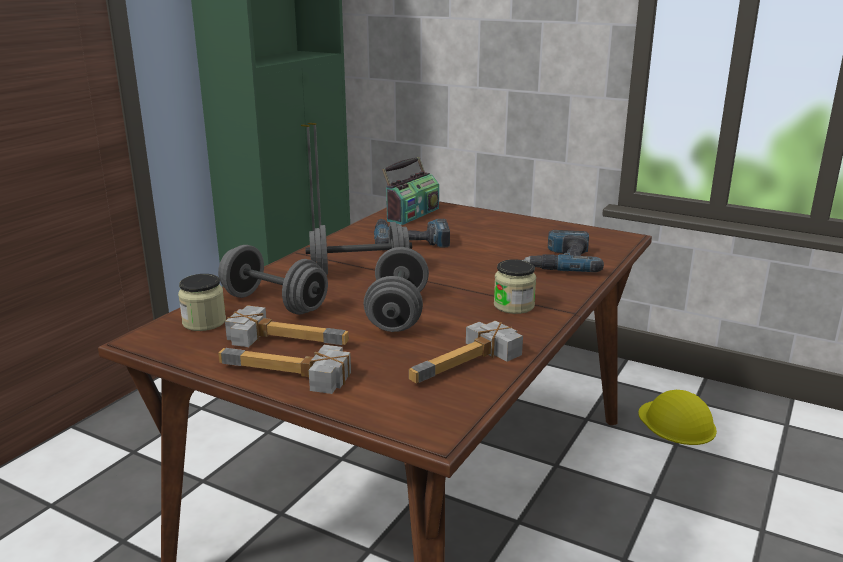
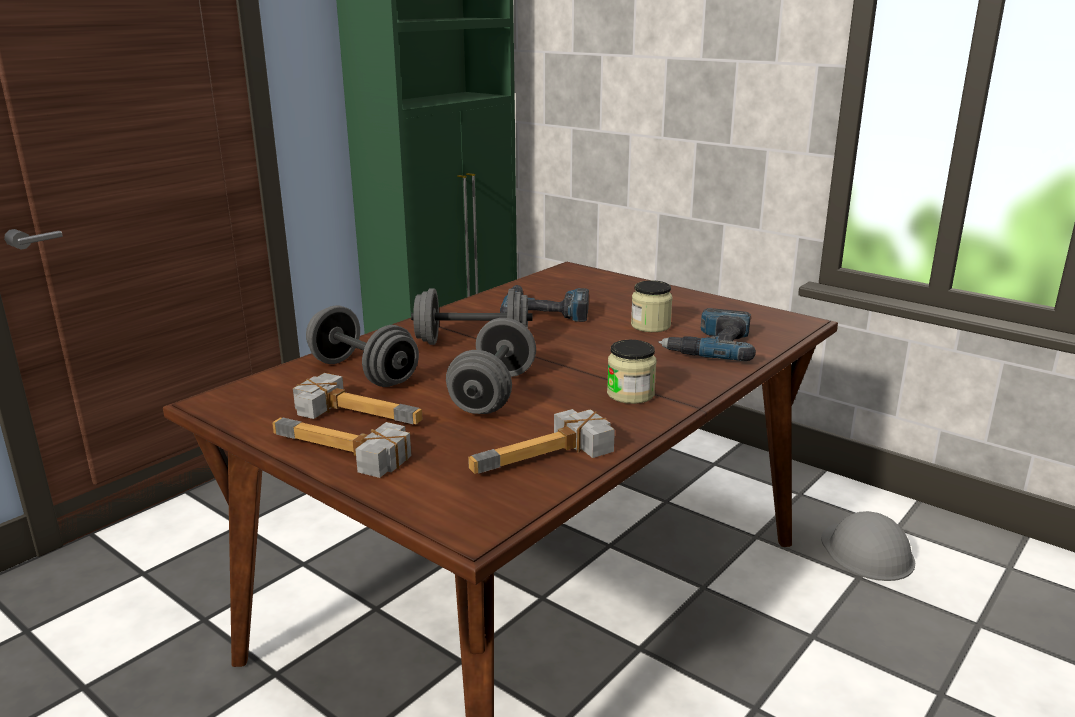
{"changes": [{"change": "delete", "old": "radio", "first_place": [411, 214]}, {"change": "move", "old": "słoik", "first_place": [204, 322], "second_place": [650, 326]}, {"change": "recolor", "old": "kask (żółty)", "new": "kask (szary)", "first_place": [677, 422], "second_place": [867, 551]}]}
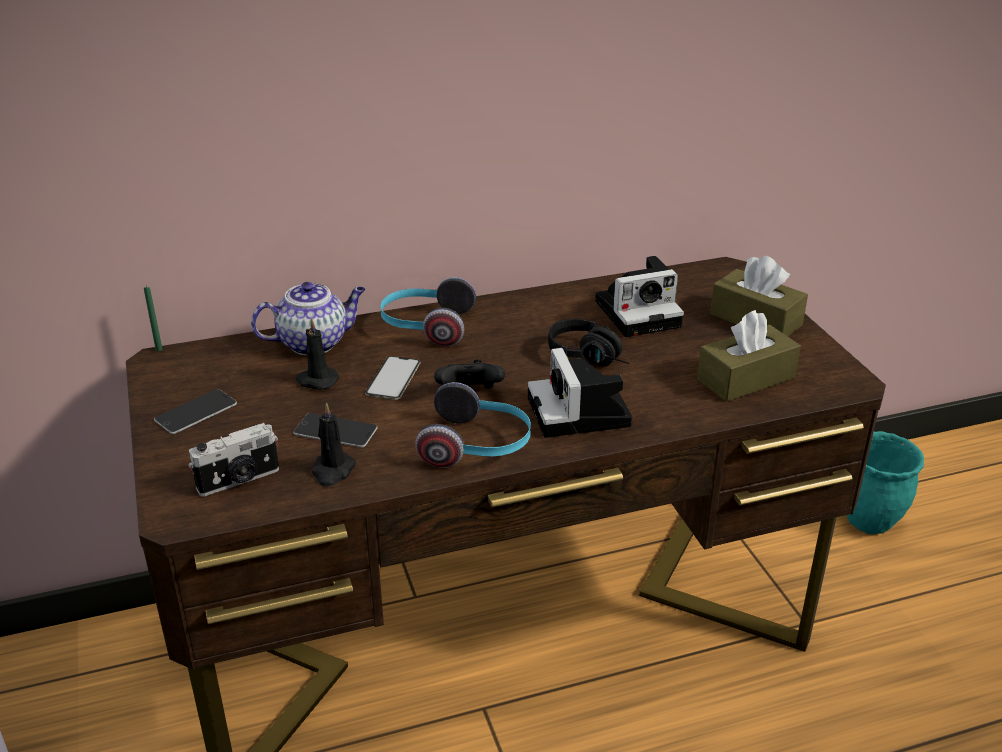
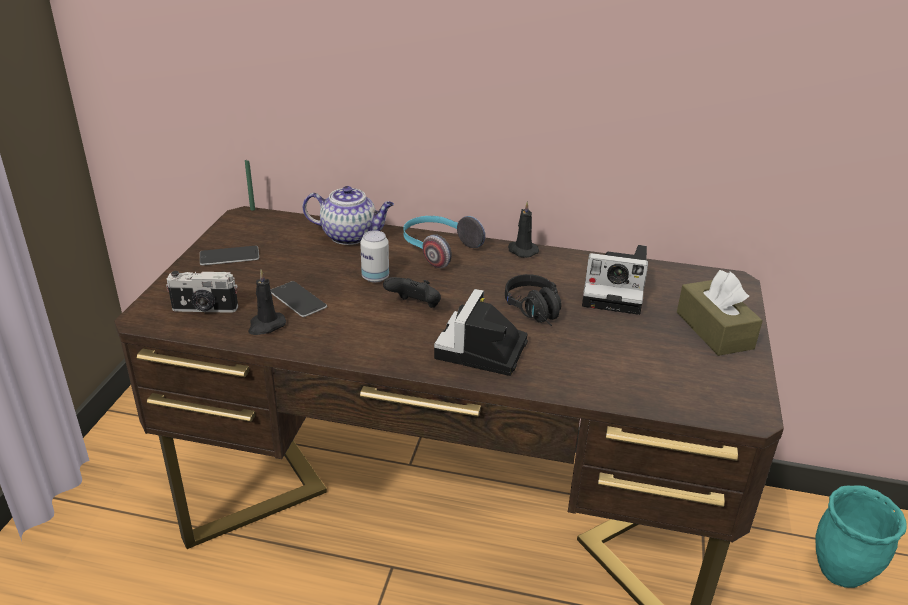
{"changes": [{"change": "delete", "old": "słuchawki", "first_place": [477, 446]}, {"change": "delete", "old": "pudełko chusteczek (brązowy)", "first_place": [746, 378]}, {"change": "move", "old": "świeca (czarny)", "first_place": [316, 380], "second_place": [521, 250]}, {"change": "replace", "old": "telefon", "new": "puszka", "first_place": [393, 378], "second_place": [375, 277]}]}
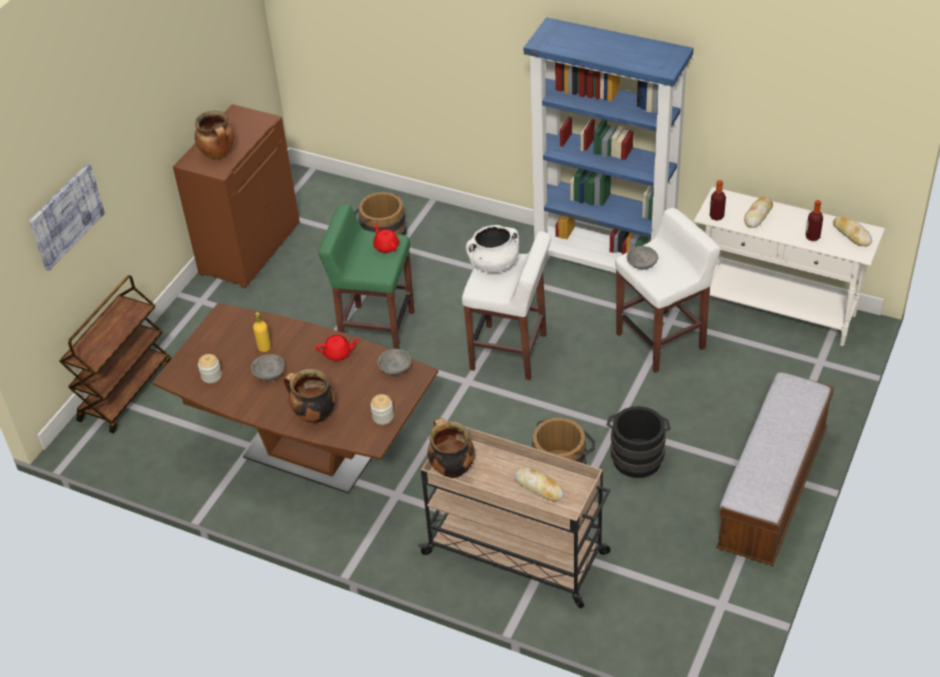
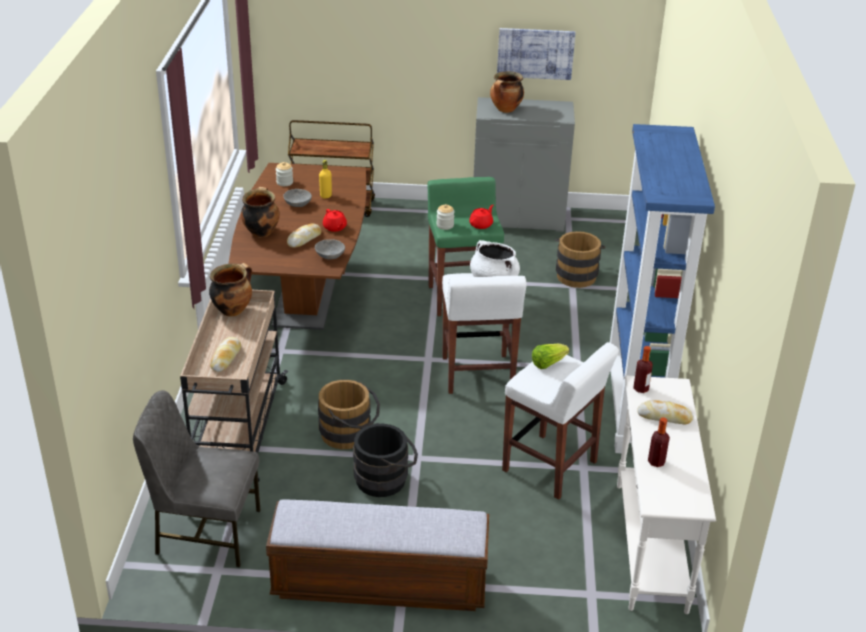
{"changes": [{"change": "insert", "new": "krzesło (szary)", "second_place": [206, 532]}, {"change": "move", "old": "obraz", "first_place": [66, 216], "second_place": [535, 53]}, {"change": "move", "old": "słoik", "first_place": [383, 417], "second_place": [445, 225]}, {"change": "move", "old": "chleb", "first_place": [851, 234], "second_place": [304, 239]}, {"change": "replace", "old": "miska (szary)", "new": "sałata", "first_place": [641, 265], "second_place": [548, 363]}, {"change": "recolor", "old": "szafka (brązowy)", "new": "szafka (szary)", "first_place": [249, 248], "second_place": [518, 217]}]}
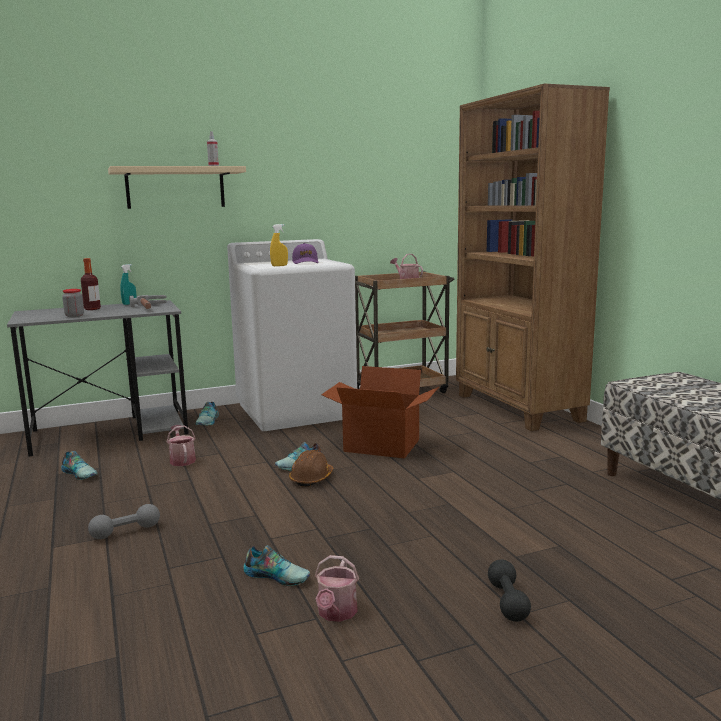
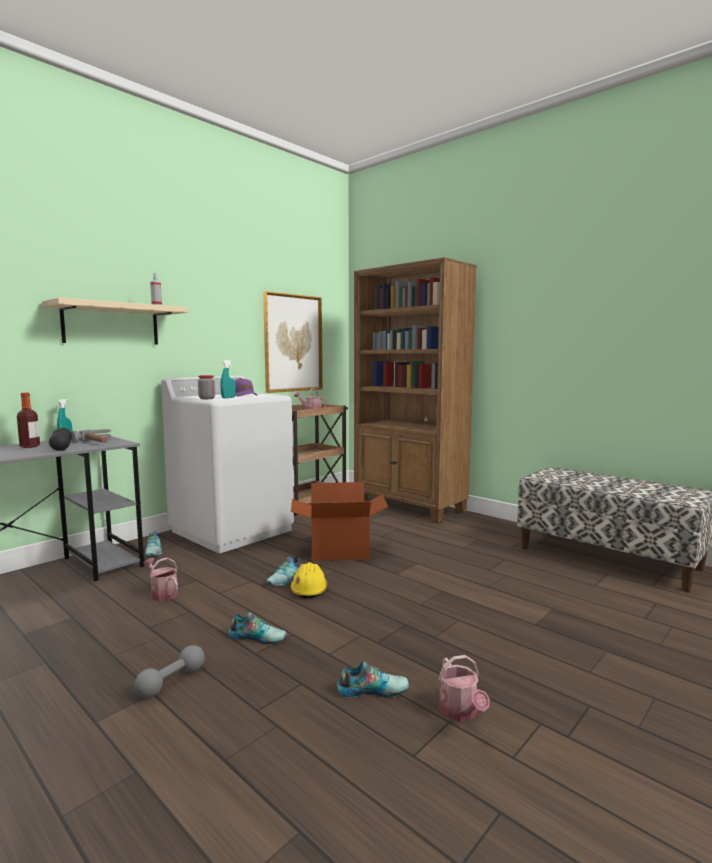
{"changes": [{"change": "insert", "new": "obraz", "second_place": [293, 343]}, {"change": "move", "old": "but", "first_place": [80, 473], "second_place": [258, 637]}, {"change": "move", "old": "słoik", "first_place": [74, 316], "second_place": [207, 398]}, {"change": "move", "old": "hantel (czarny)", "first_place": [507, 602], "second_place": [61, 447]}, {"change": "recolor", "old": "spryskiwacz (żółty)", "new": "spryskiwacz (turkusowy)", "first_place": [279, 266], "second_place": [228, 398]}, {"change": "recolor", "old": "kask (brązowy)", "new": "kask (żółty)", "first_place": [311, 478], "second_place": [309, 589]}]}
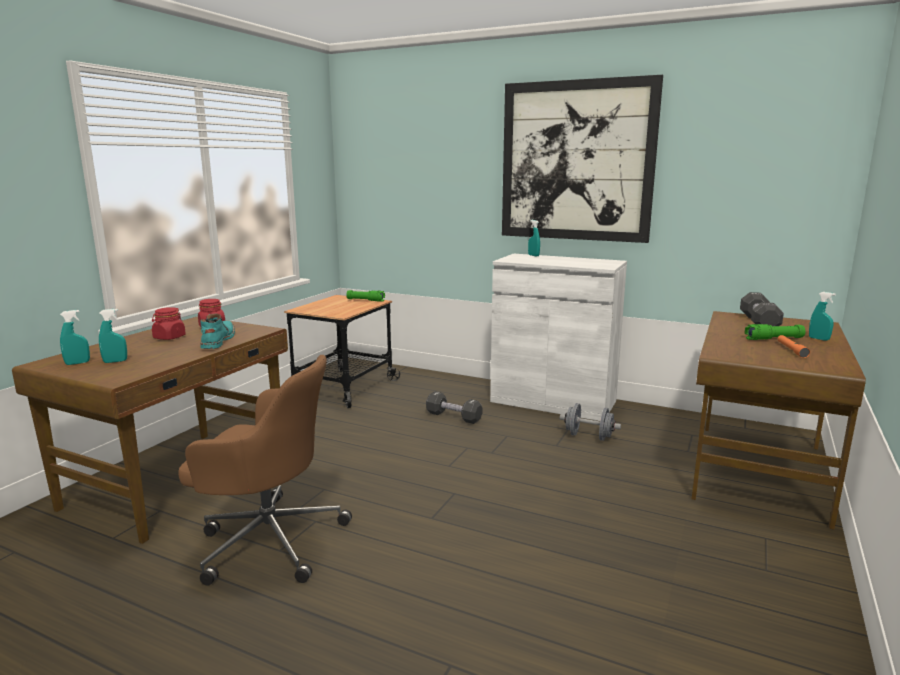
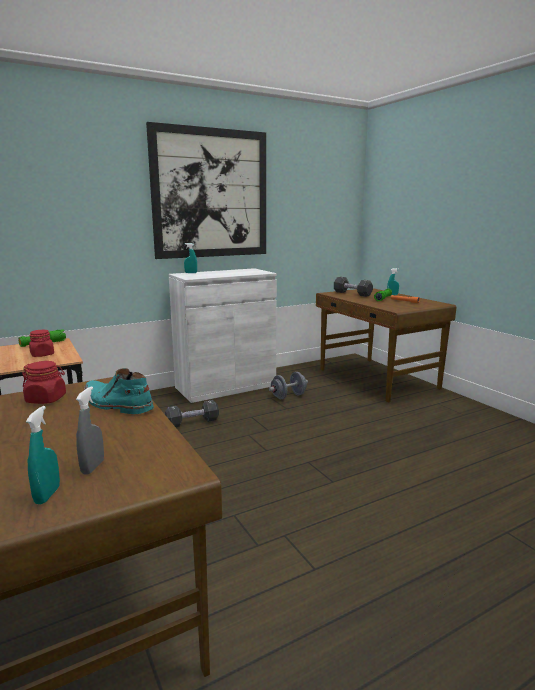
{"changes": [{"change": "delete", "old": "krzesło biurowe (brązowy)", "first_place": [269, 539]}, {"change": "move", "old": "słoik (czerwony)", "first_place": [169, 337], "second_place": [42, 354]}, {"change": "recolor", "old": "spryskiwacz (turkusowy)", "new": "spryskiwacz (szary)", "first_place": [115, 361], "second_place": [92, 467]}]}
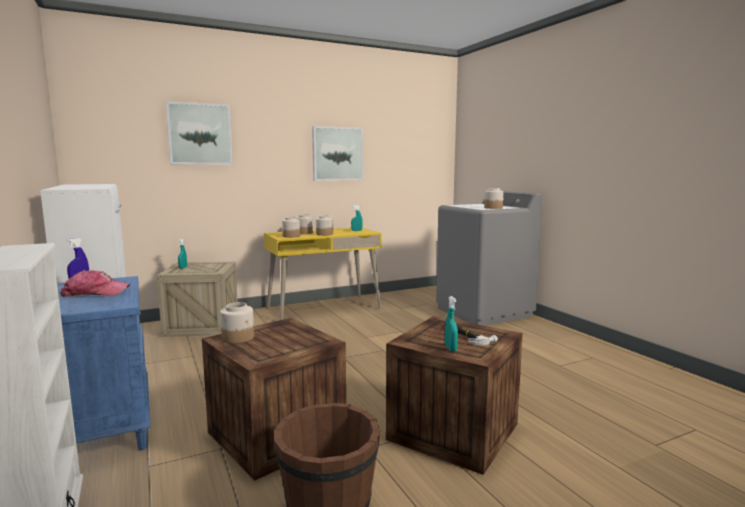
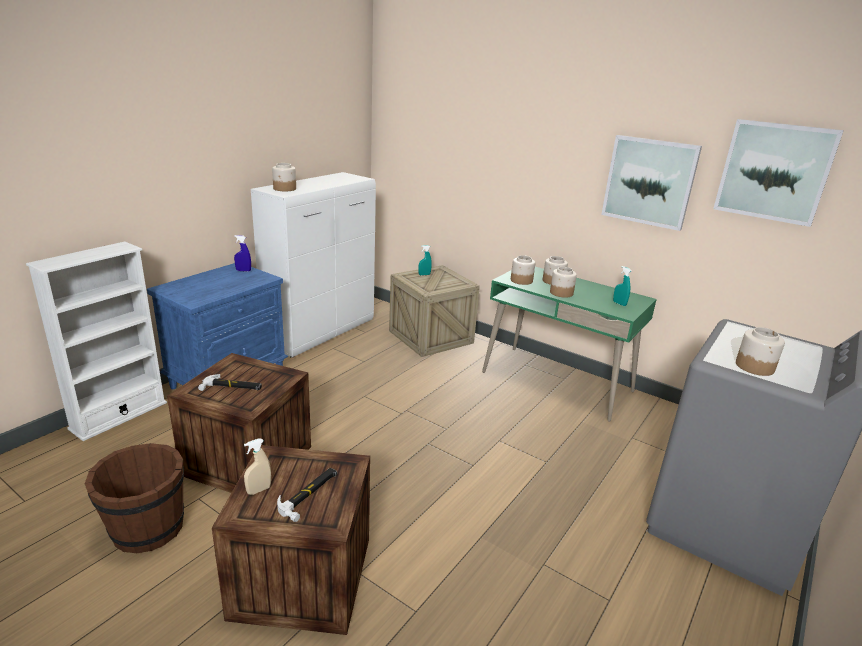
{"changes": [{"change": "delete", "old": "czapka z daszkiem", "first_place": [95, 293]}, {"change": "insert", "new": "młotek", "second_place": [232, 387]}, {"change": "move", "old": "obraz", "first_place": [200, 134], "second_place": [774, 171]}, {"change": "move", "old": "słoik", "first_place": [238, 338], "second_place": [285, 189]}, {"change": "recolor", "old": "biurko (żółty)", "new": "biurko (zielony)", "first_place": [324, 308], "second_place": [557, 382]}, {"change": "recolor", "old": "spryskiwacz (turkusowy)", "new": "spryskiwacz (beżowy)", "first_place": [450, 348], "second_place": [259, 490]}]}
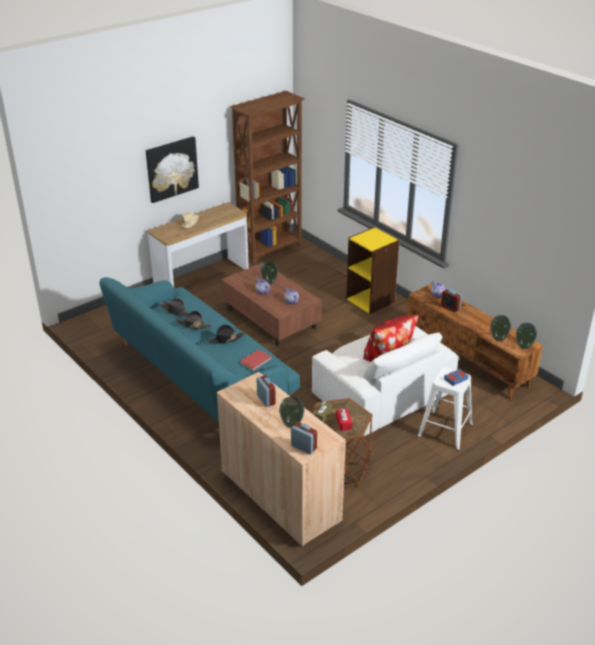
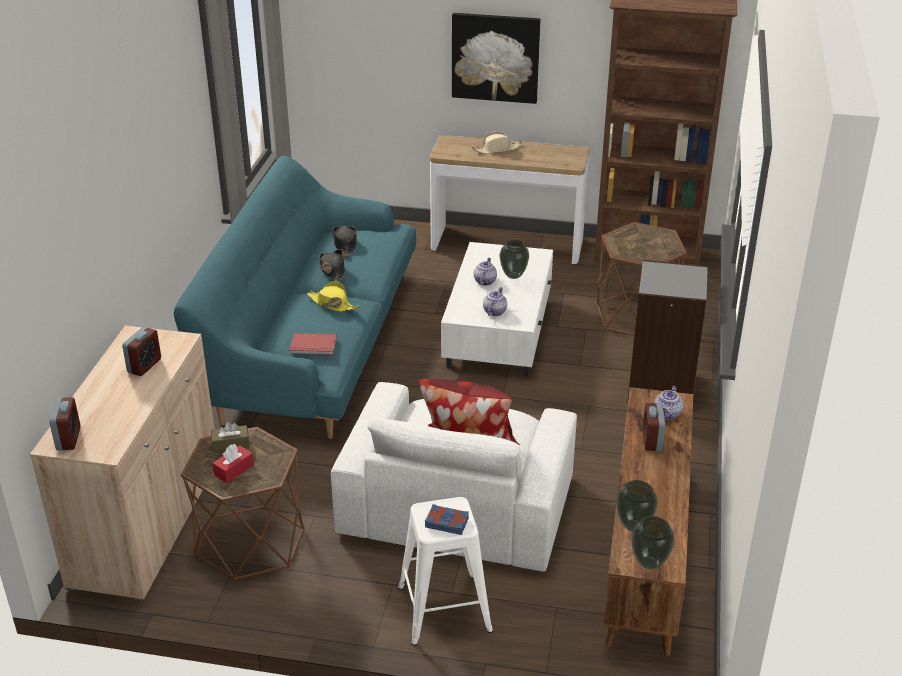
{"changes": [{"change": "delete", "old": "wazon", "first_place": [291, 425]}, {"change": "insert", "new": "stolik (brązowy)", "second_place": [636, 315]}, {"change": "recolor", "old": "kapelusz (czarny)", "new": "kapelusz (żółty)", "first_place": [226, 339], "second_place": [332, 304]}, {"change": "recolor", "old": "ława (brązowy)", "new": "ława (biały)", "first_place": [270, 318], "second_place": [499, 331]}, {"change": "recolor", "old": "regał (żółty)", "new": "regał (szary)", "first_place": [370, 300], "second_place": [661, 389]}]}
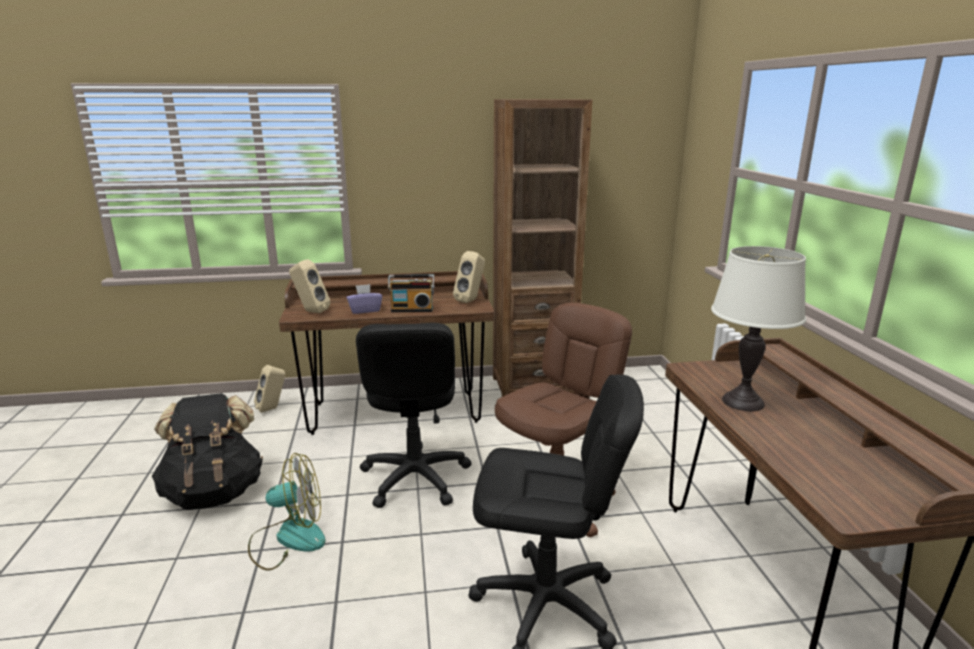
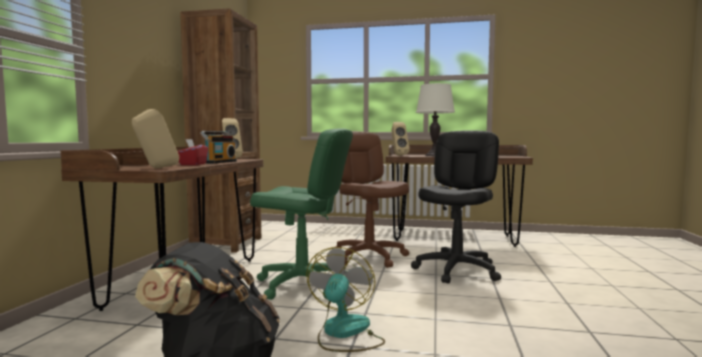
{"changes": [{"change": "move", "old": "głośnik (beżowy)", "first_place": [273, 408], "second_place": [398, 155]}, {"change": "recolor", "old": "pudełko chusteczek (fioletowy)", "new": "pudełko chusteczek (czerwony)", "first_place": [365, 310], "second_place": [192, 164]}, {"change": "recolor", "old": "krzesło biurowe (czarny)", "new": "krzesło biurowe (zielony)", "first_place": [414, 477], "second_place": [302, 284]}]}
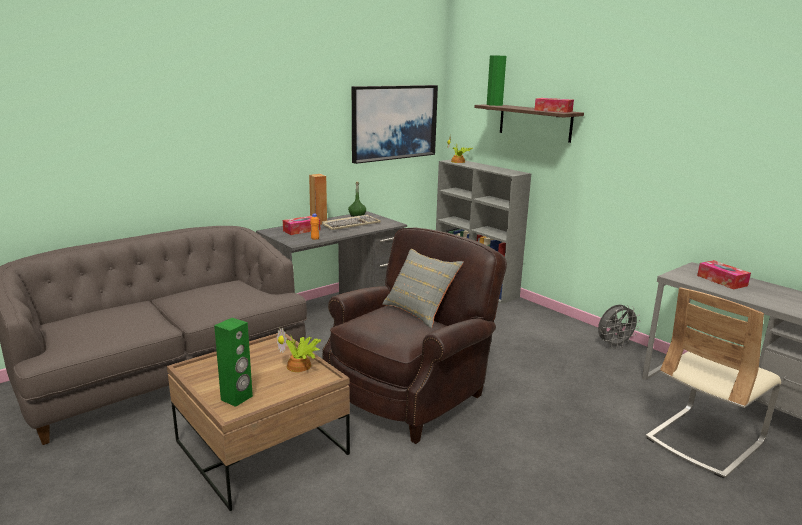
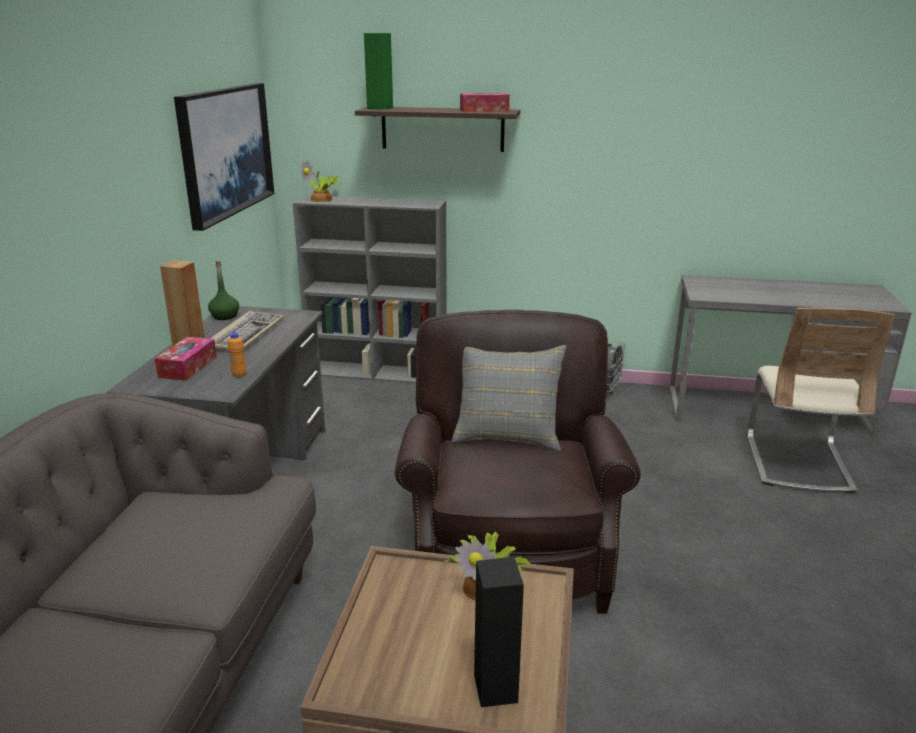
{"changes": [{"change": "delete", "old": "pudełko chusteczek", "first_place": [722, 281]}, {"change": "recolor", "old": "głośnik (zielony)", "new": "głośnik (czarny)", "first_place": [237, 398], "second_place": [496, 688]}]}
